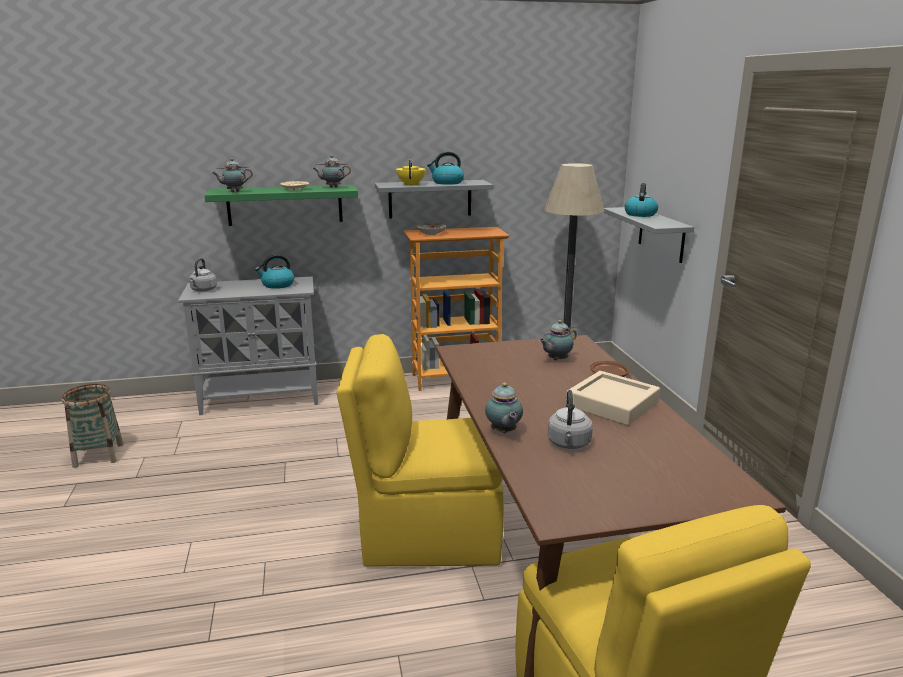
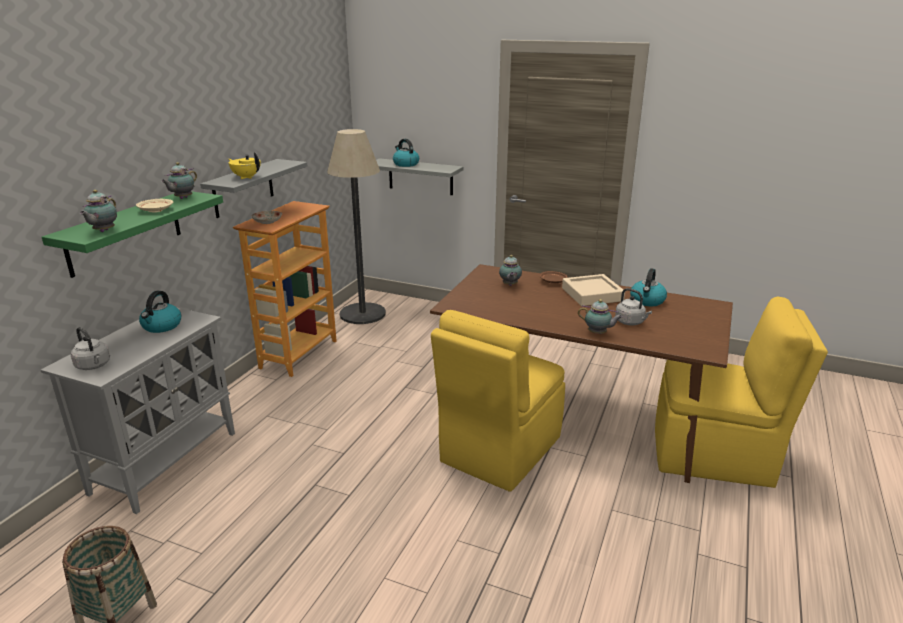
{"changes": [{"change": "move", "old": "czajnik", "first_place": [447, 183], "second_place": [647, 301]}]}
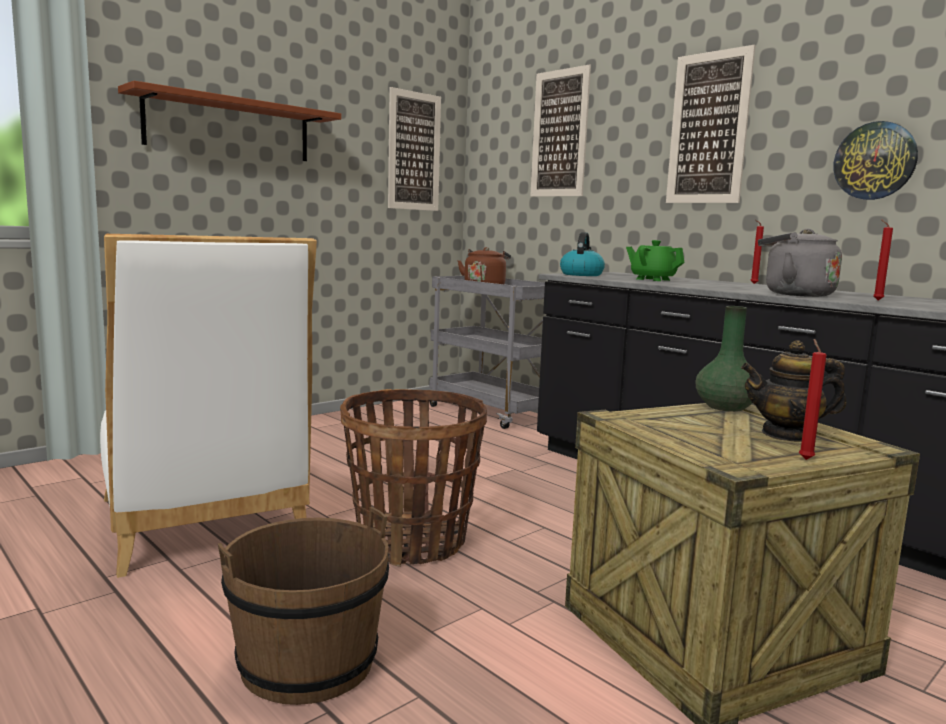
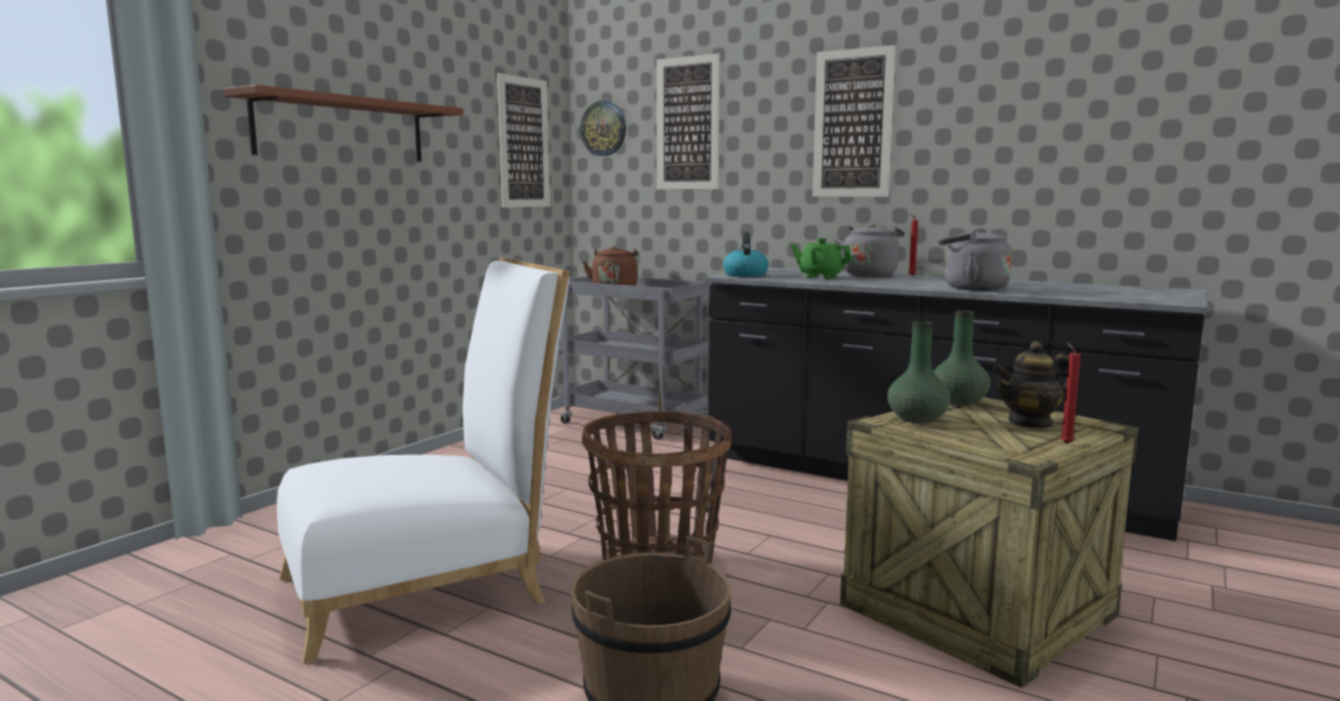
{"changes": [{"change": "delete", "old": "świeca (czerwony)", "first_place": [876, 300]}, {"change": "insert", "new": "czajnik (szary)", "second_place": [870, 275]}, {"change": "insert", "new": "wazon (zielony)", "second_place": [917, 419]}, {"change": "move", "old": "zegar ścienny", "first_place": [875, 161], "second_place": [604, 128]}, {"change": "rotate", "old": "krzesło (biały)", "first_place": [204, 525], "second_place": [428, 585], "degrees": -75}]}
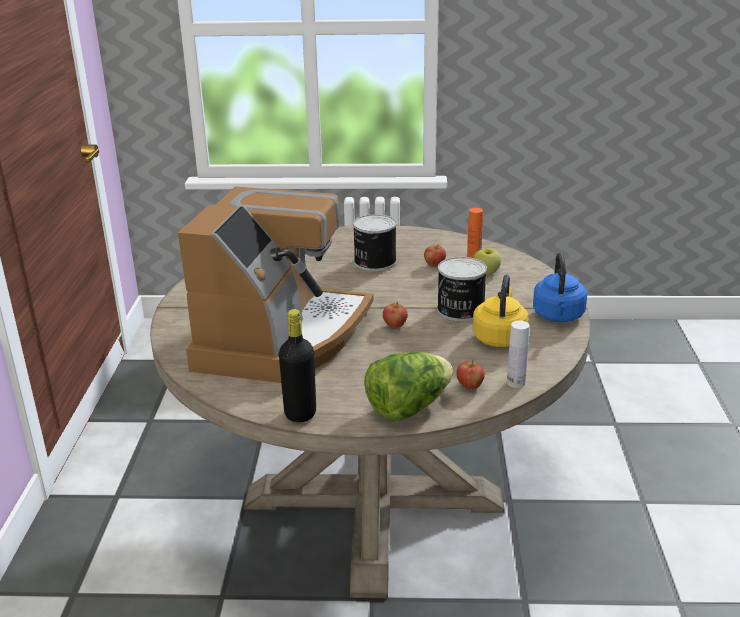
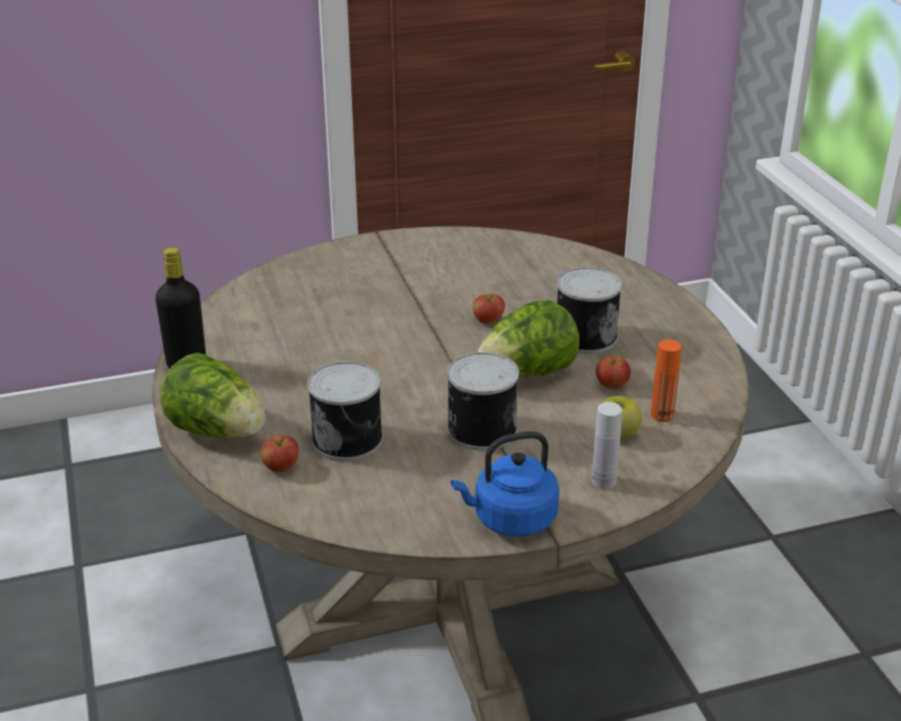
{"changes": [{"change": "delete", "old": "ekspres do kawy", "first_place": [281, 338]}, {"change": "delete", "old": "czajnik (żółty)", "first_place": [500, 337]}, {"change": "insert", "new": "puszka", "second_place": [349, 439]}, {"change": "insert", "new": "sałata", "second_place": [527, 373]}, {"change": "move", "old": "jabłko", "first_place": [394, 326], "second_place": [488, 321]}, {"change": "move", "old": "butelka (biały)", "first_place": [516, 382], "second_place": [603, 481]}]}
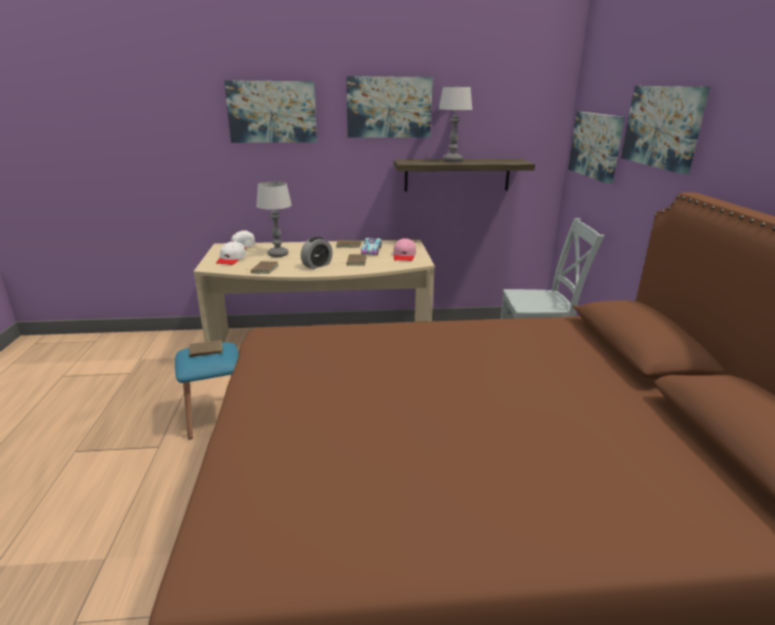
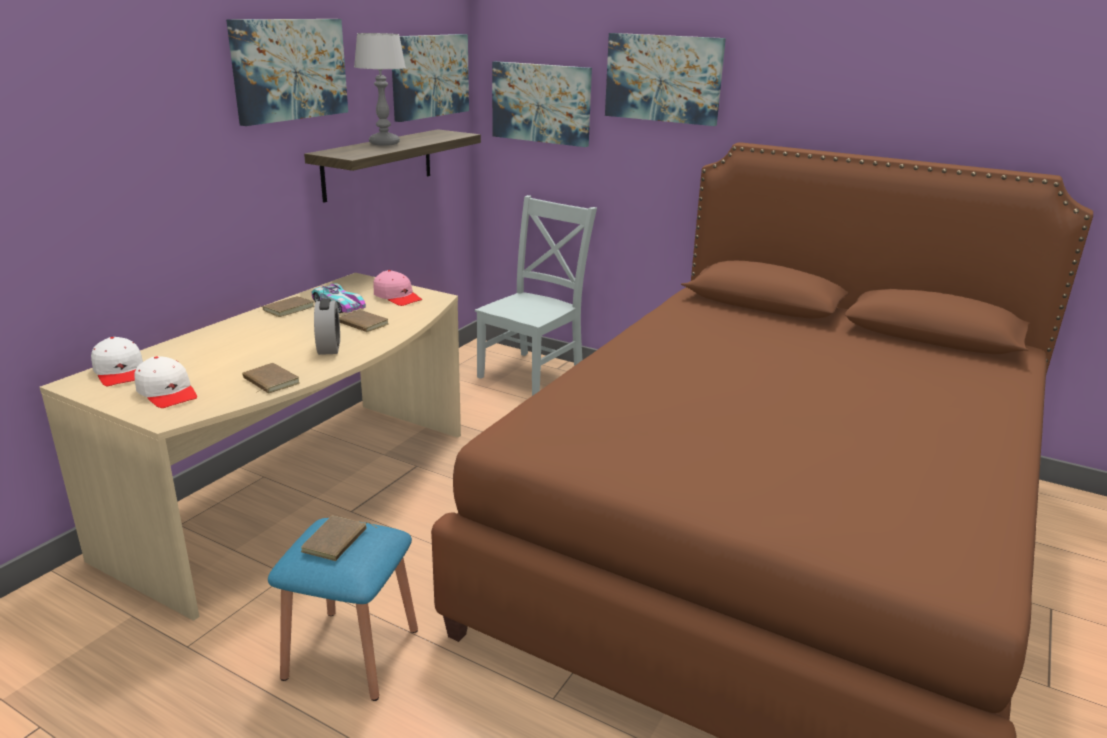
{"changes": [{"change": "delete", "old": "lampa stołowa", "first_place": [277, 254]}, {"change": "move", "old": "obraz", "first_place": [272, 112], "second_place": [429, 76]}]}
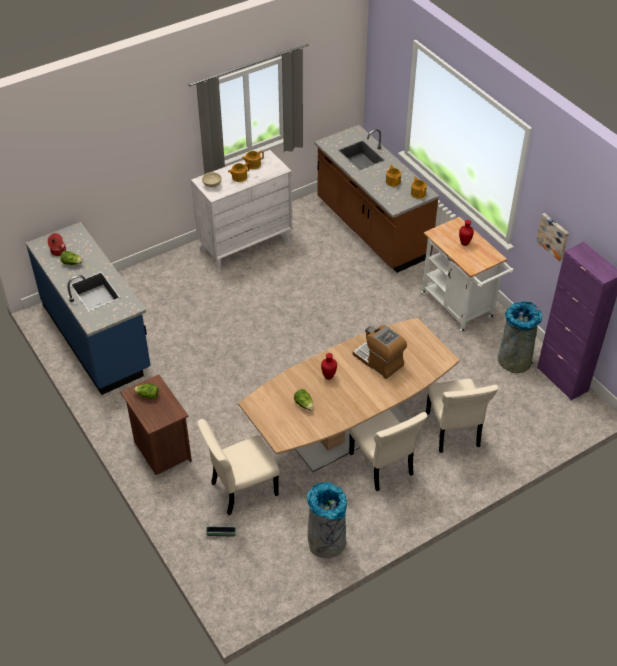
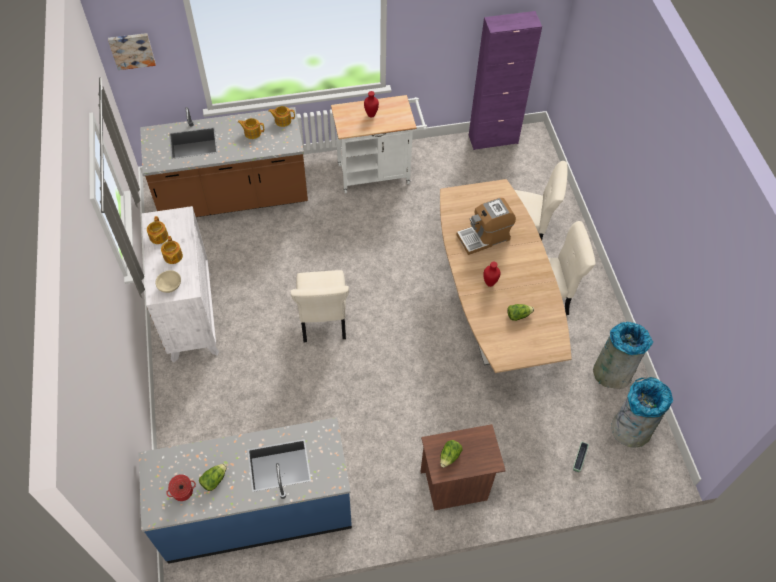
{"changes": [{"change": "move", "old": "krzesło (beżowy)", "first_place": [241, 489], "second_place": [323, 321]}, {"change": "move", "old": "kosz na śmieci (szary)", "first_place": [514, 359], "second_place": [630, 429]}, {"change": "move", "old": "obraz", "first_place": [553, 236], "second_place": [132, 50]}]}
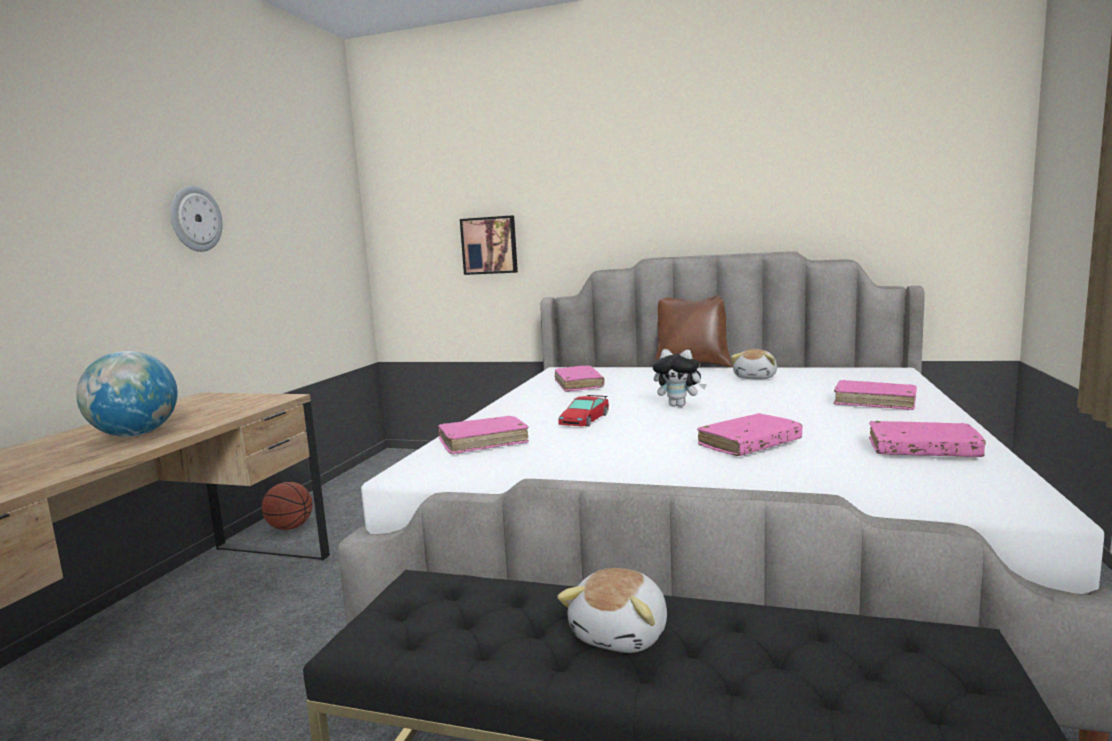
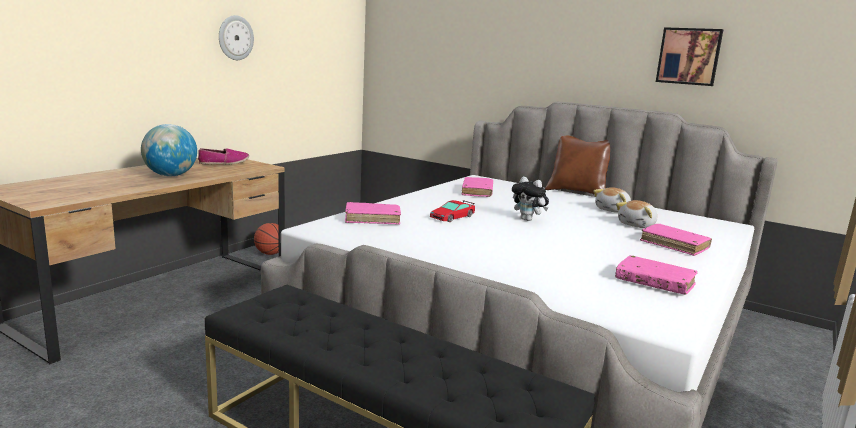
{"changes": [{"change": "delete", "old": "książka (różowy)", "first_place": [749, 444]}, {"change": "insert", "new": "but", "second_place": [224, 163]}, {"change": "move", "old": "obraz", "first_place": [489, 245], "second_place": [689, 56]}, {"change": "move", "old": "pluszak", "first_place": [622, 634], "second_place": [637, 225]}]}
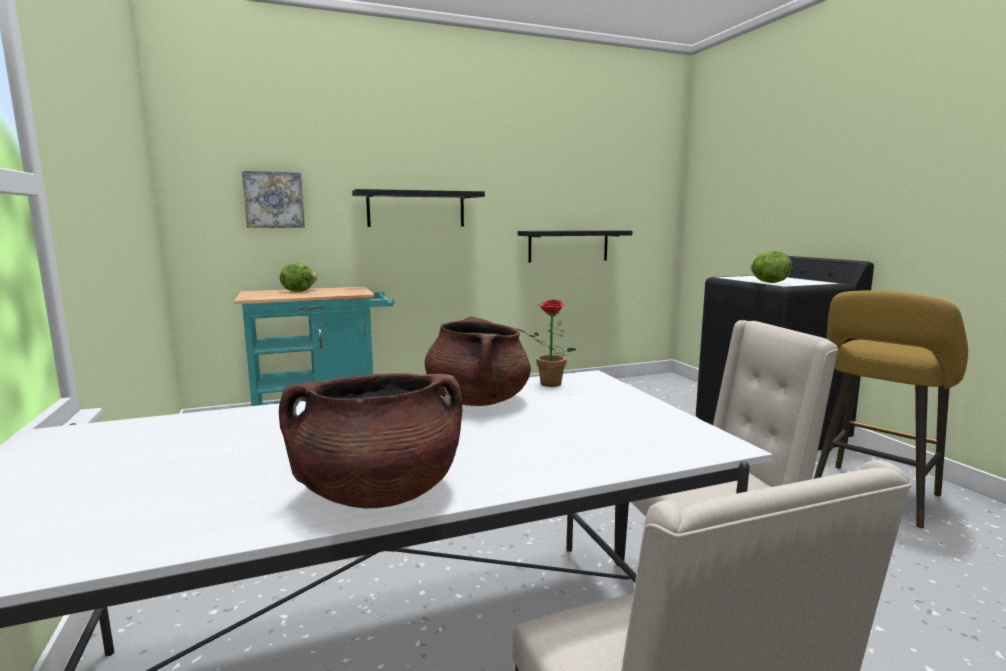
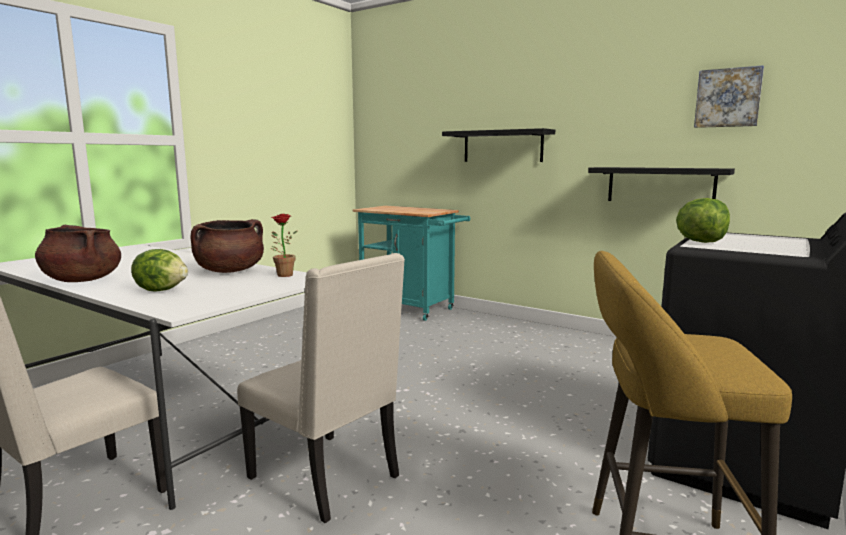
{"changes": [{"change": "move", "old": "obraz", "first_place": [274, 200], "second_place": [728, 98]}, {"change": "move", "old": "sałata", "first_place": [298, 291], "second_place": [162, 290]}]}
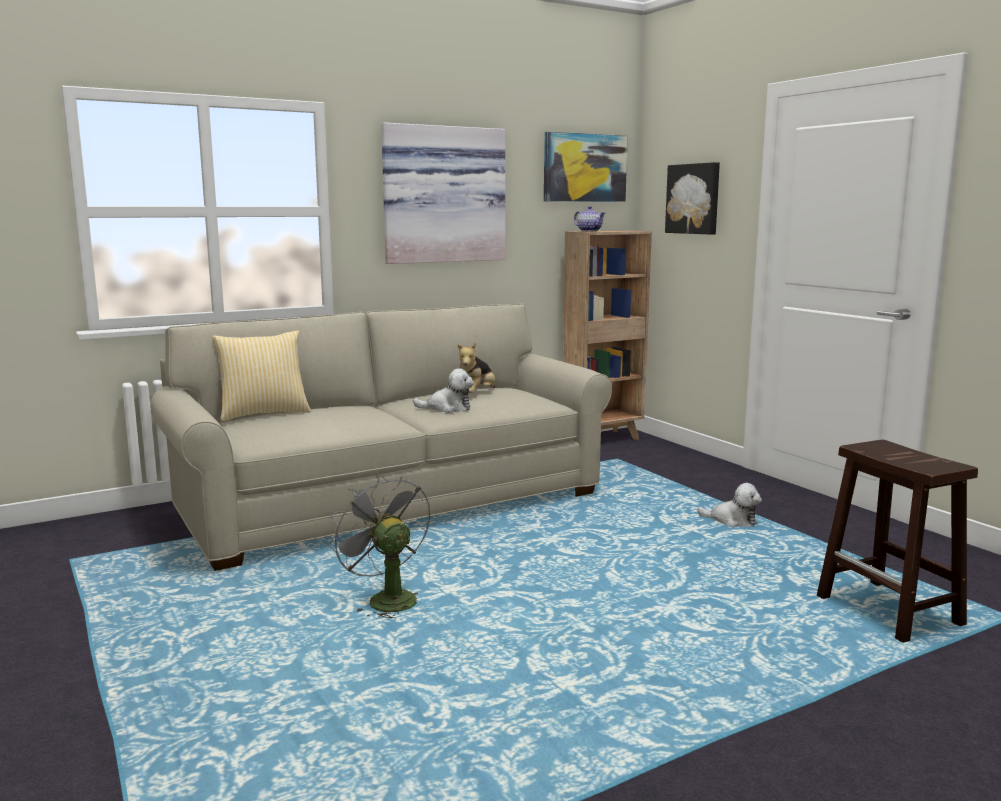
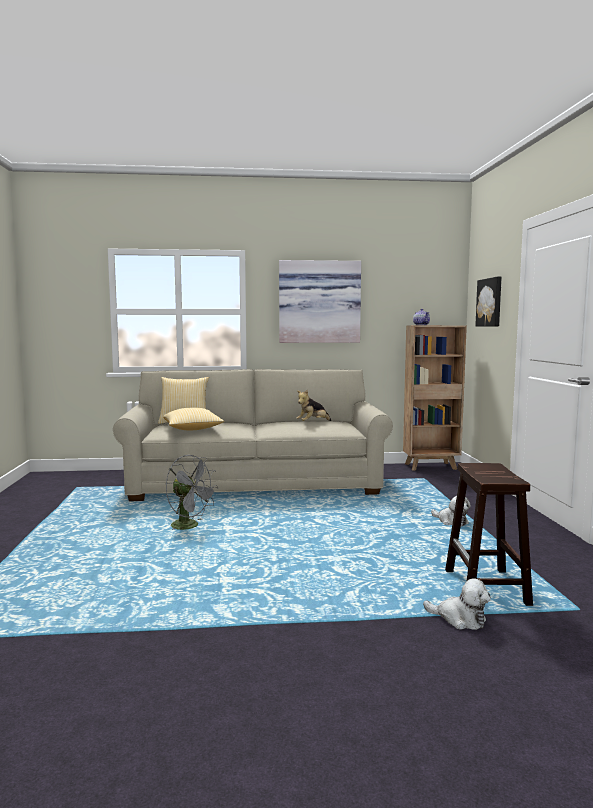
{"changes": [{"change": "delete", "old": "obraz", "first_place": [584, 168]}, {"change": "insert", "new": "poduszka", "second_place": [192, 429]}, {"change": "move", "old": "pluszak", "first_place": [447, 408], "second_place": [459, 619]}, {"change": "rotate", "old": "wentylator (szary)", "first_place": [385, 599], "second_place": [190, 526], "degrees": 135}]}
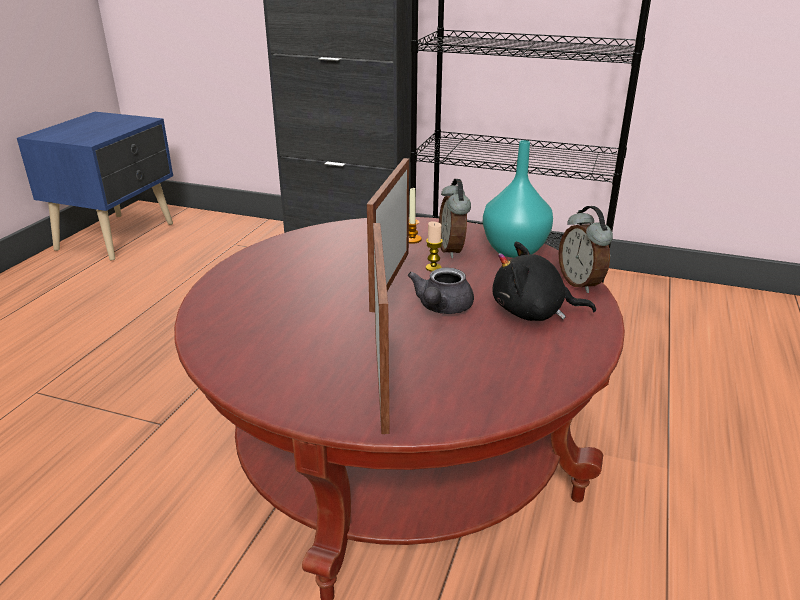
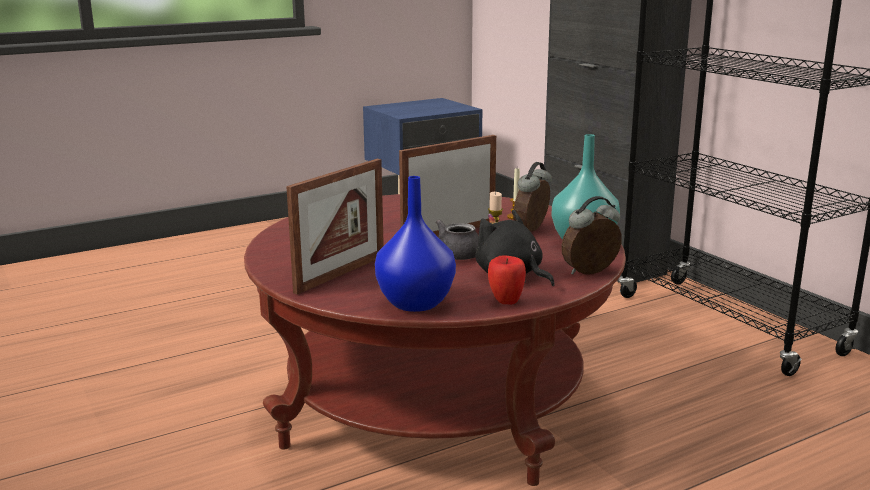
{"changes": [{"change": "insert", "new": "wazon (niebieski)", "second_place": [415, 302]}, {"change": "insert", "new": "jabłko", "second_place": [506, 301]}, {"change": "rotate", "old": "budzik", "first_place": [581, 283], "second_place": [591, 273], "degrees": 45}]}
